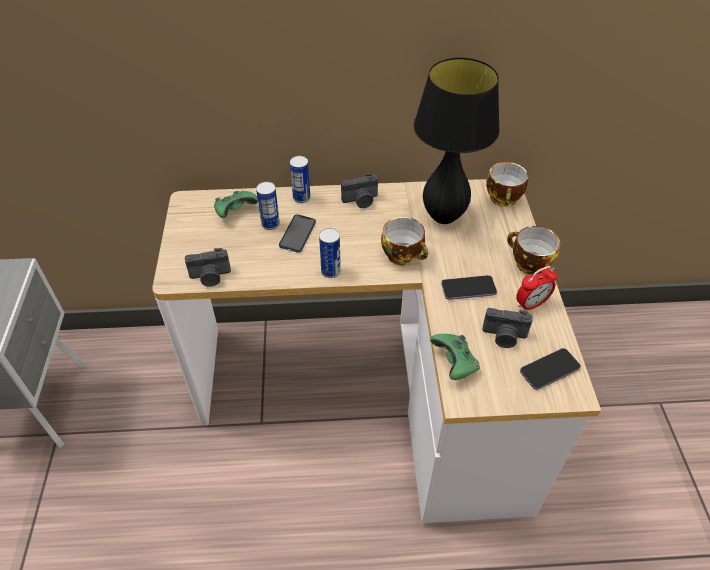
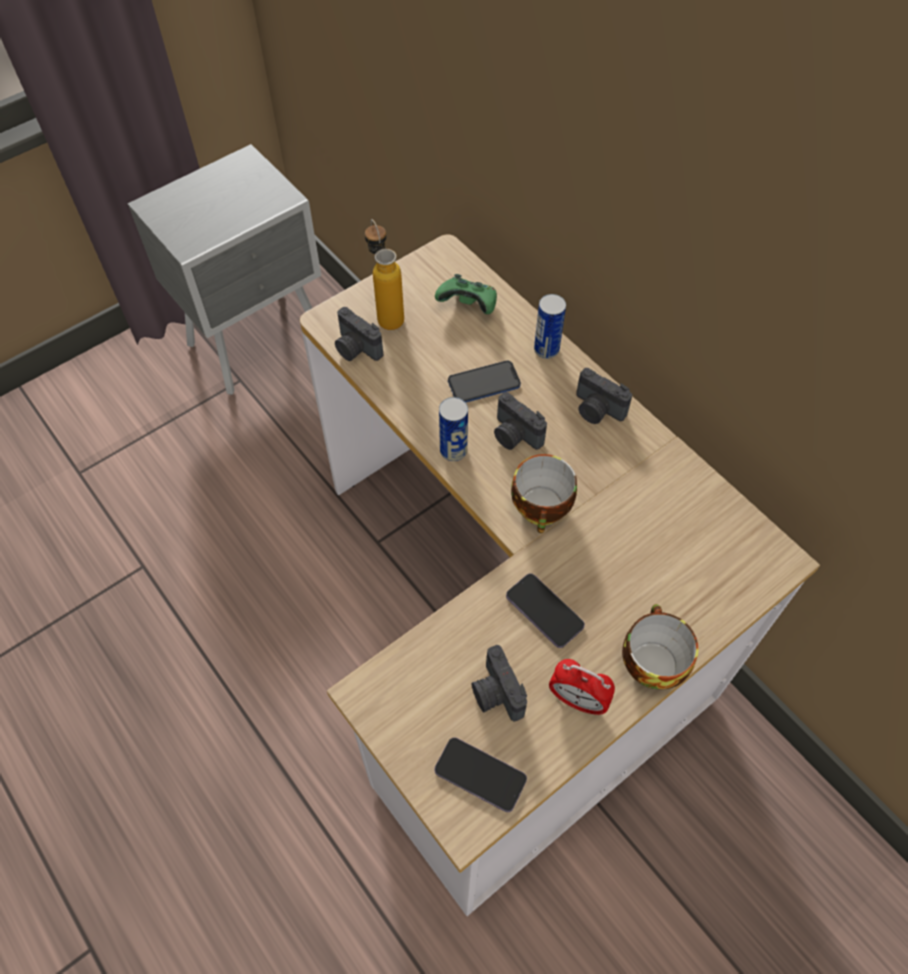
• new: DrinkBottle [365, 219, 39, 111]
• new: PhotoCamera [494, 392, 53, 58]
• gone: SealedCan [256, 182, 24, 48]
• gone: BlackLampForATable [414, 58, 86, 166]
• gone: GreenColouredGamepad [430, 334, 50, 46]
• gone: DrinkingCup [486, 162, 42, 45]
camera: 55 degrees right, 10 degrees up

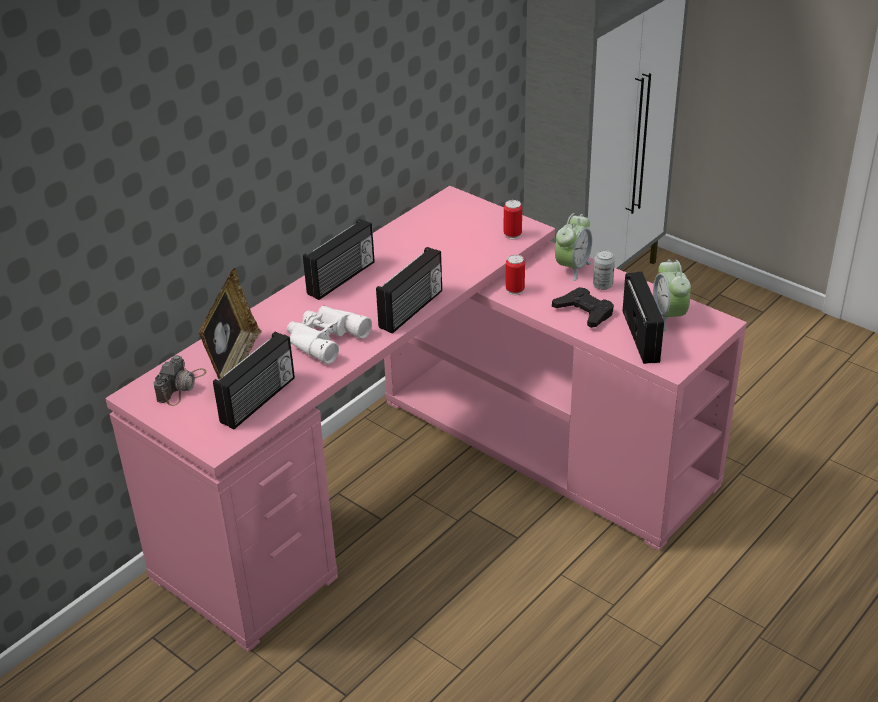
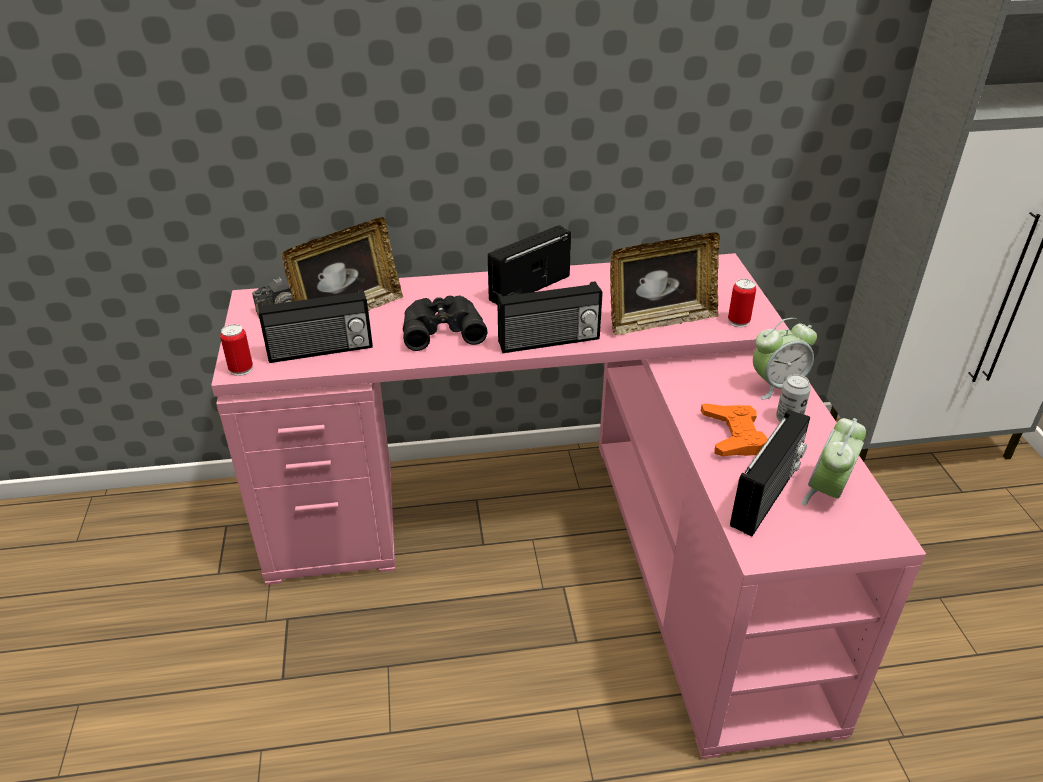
• shifted: SealedCan [506, 255, 19, 40] to [220, 324, 33, 52]
• repainted: WhiteColouredBinoculars [287, 306, 85, 58] to BlackBinoculars [403, 296, 84, 55]
• rotated: RadioSet [303, 219, 71, 81] = [488, 225, 83, 79] 150 degrees clockwise
• new: PictureFrame [610, 232, 110, 103]
• repainted: BlackGamepad [552, 287, 62, 41] to OrangeGamepad [701, 404, 67, 52]
camera: 40 degrees right, 0 degrees up

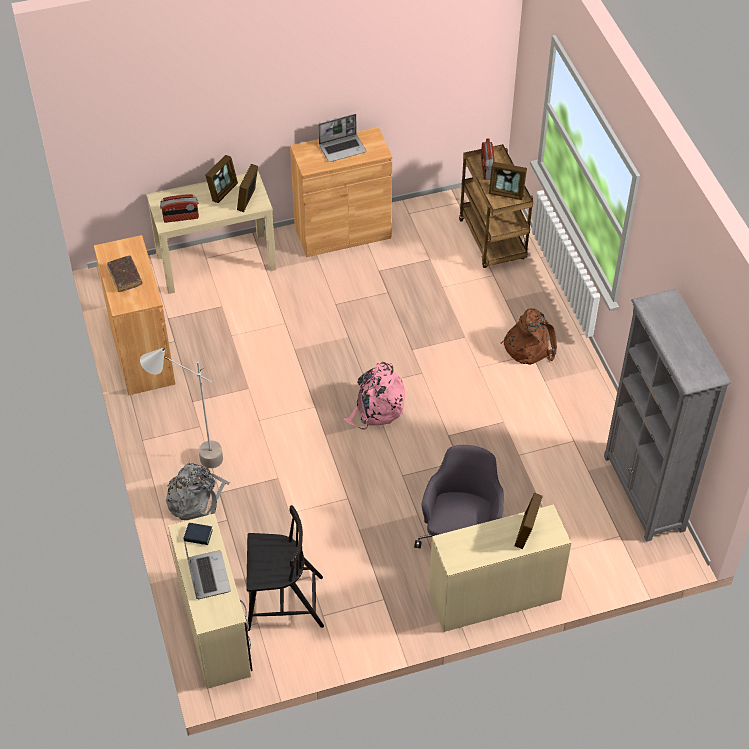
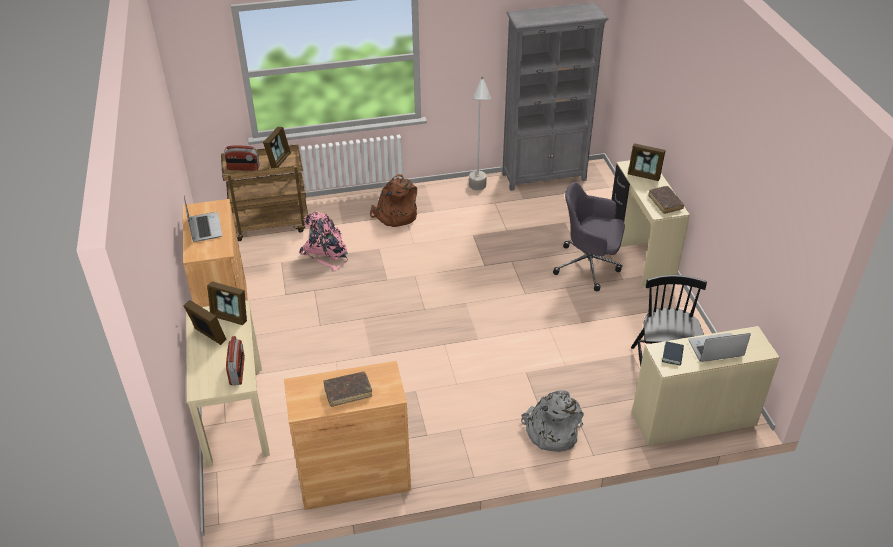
• shifted: PinkishBackpack [343, 362, 62, 68] to [299, 211, 49, 60]
• shifted: GreyishStandardLamp [140, 347, 83, 121] to [469, 76, 22, 114]
• new: BrownColouredVolume [648, 186, 36, 28]
camera: 85 degrees left, 10 degrees down

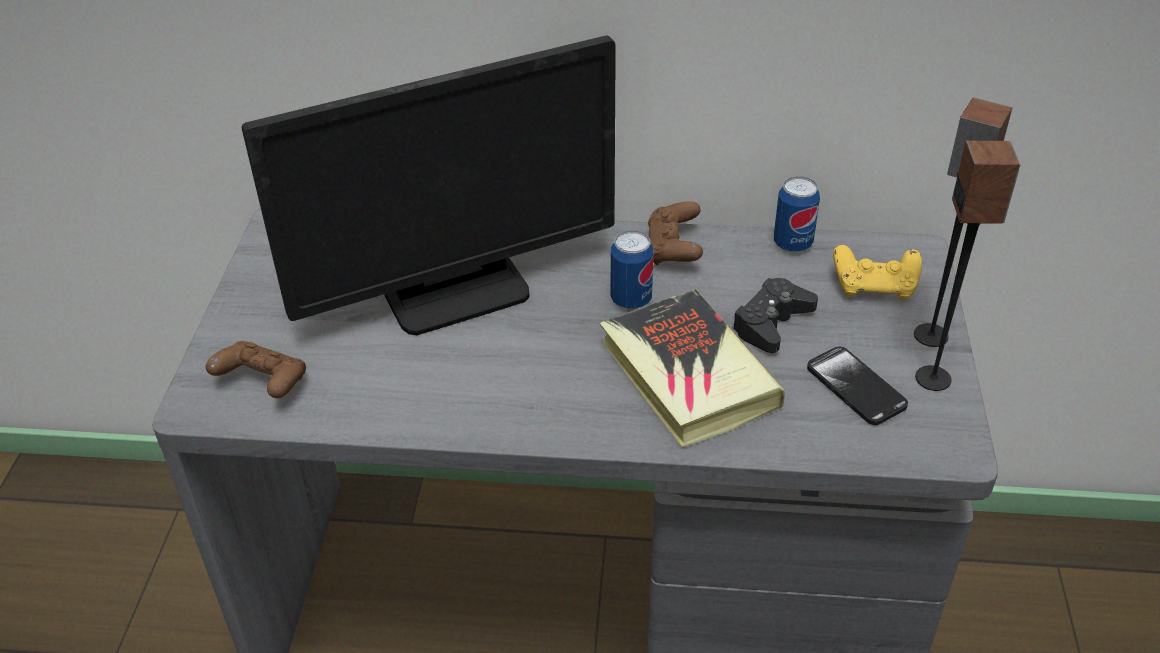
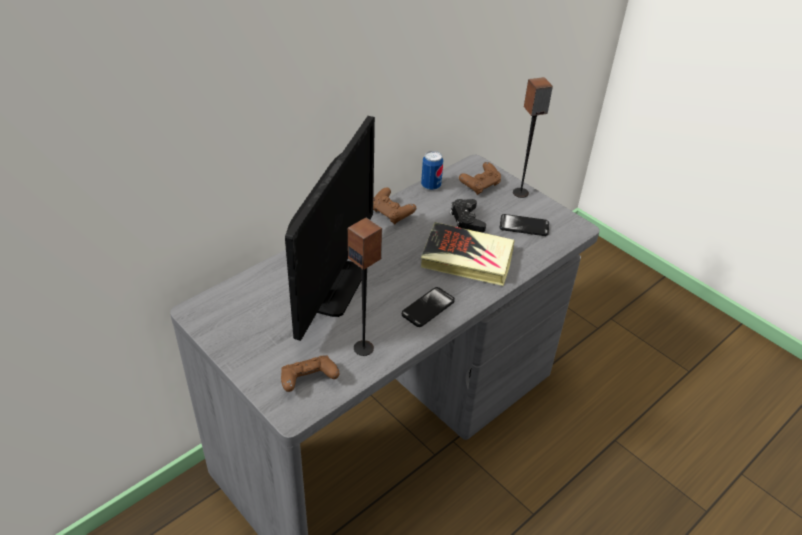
• shifted: Speaker [915, 141, 106, 250] to [348, 218, 34, 138]
• new: Handset [402, 287, 53, 40]
• repainted: YellowishGamepad [833, 245, 89, 55] to BrownColouredGamepad [459, 162, 42, 33]
• gone: SealedCan [611, 230, 43, 79]
camera: 50 degrees left, 0 degrees up

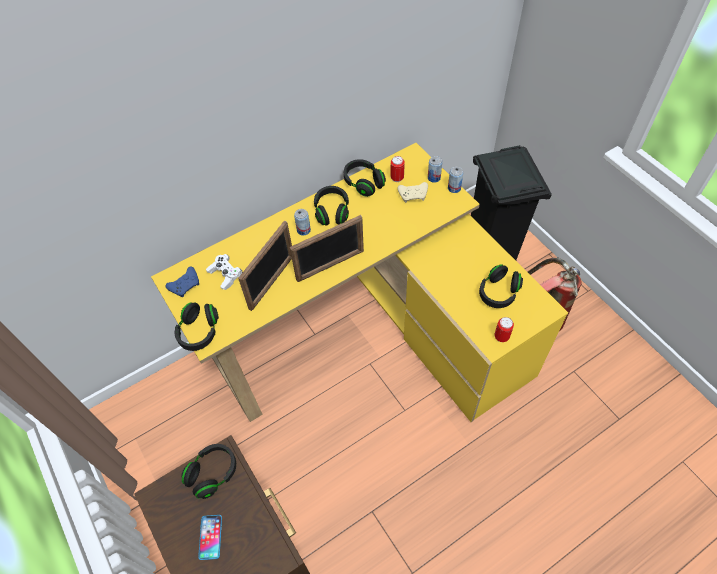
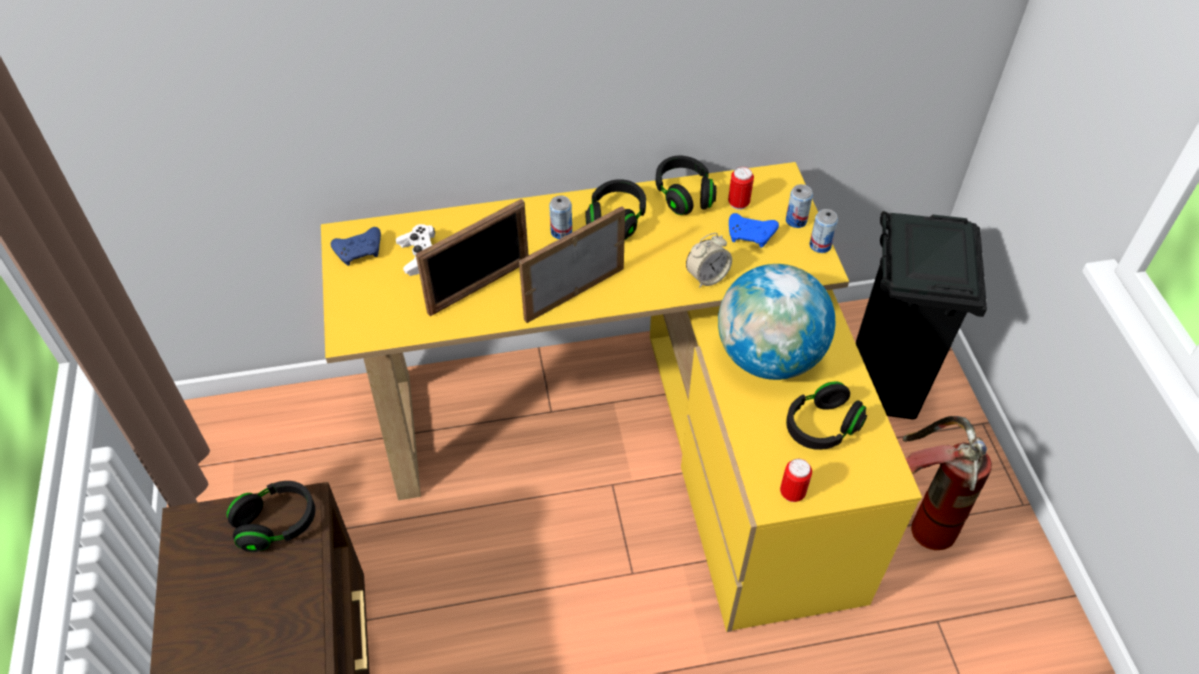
• rotated: PictureFrame [290, 215, 74, 67] = [519, 206, 106, 117] 150 degrees clockwise
• new: AlarmClock [686, 233, 46, 55]
• new: WorldGlobe [718, 264, 117, 116]
• repainted: BeigeGamepad [398, 182, 30, 21] to BluishGamepad [729, 213, 50, 35]
• gone: BlackHeadset [175, 302, 44, 49]
• gone: Handset [198, 515, 24, 45]
camera: 20 degrees right, 5 degrees down

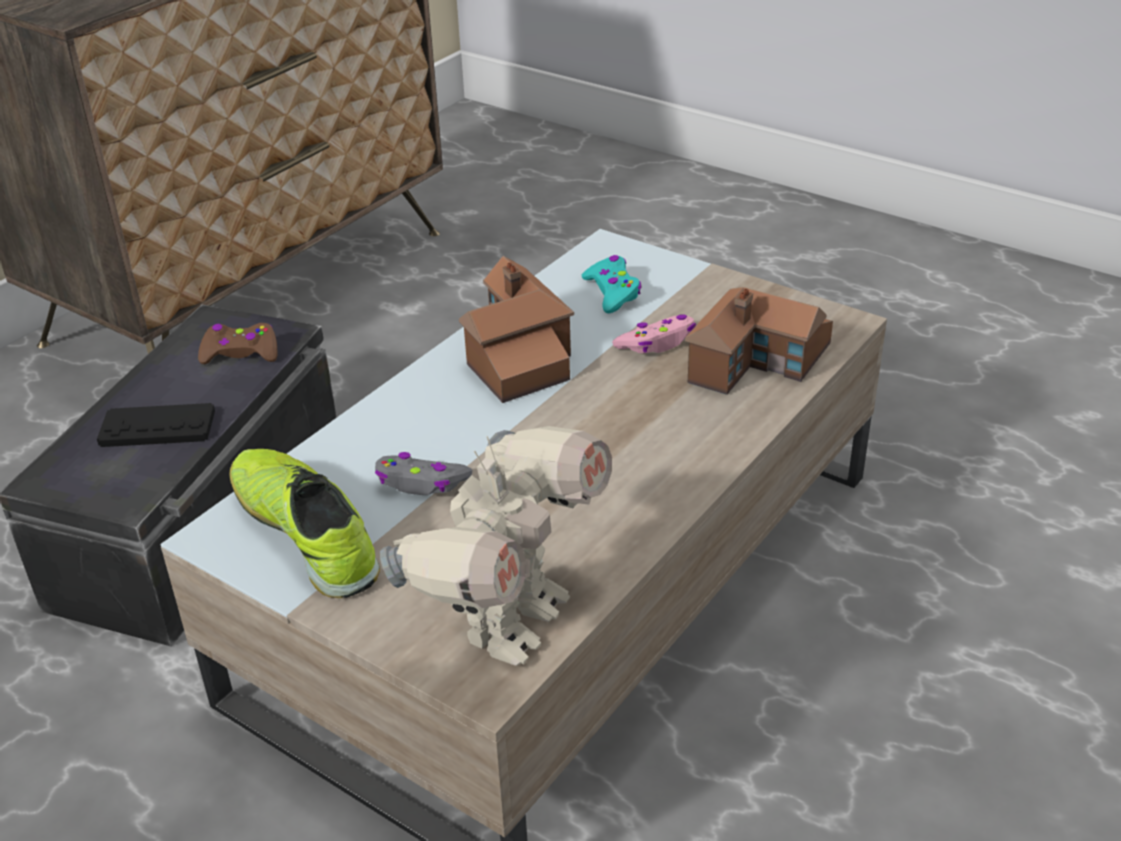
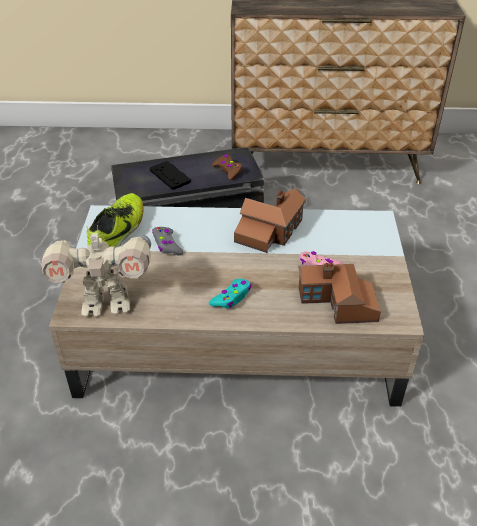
• shifted: TurquoiseColouredGamepad [582, 255, 59, 58] to [209, 279, 42, 29]
camera: 55 degrees right, 5 degrees up

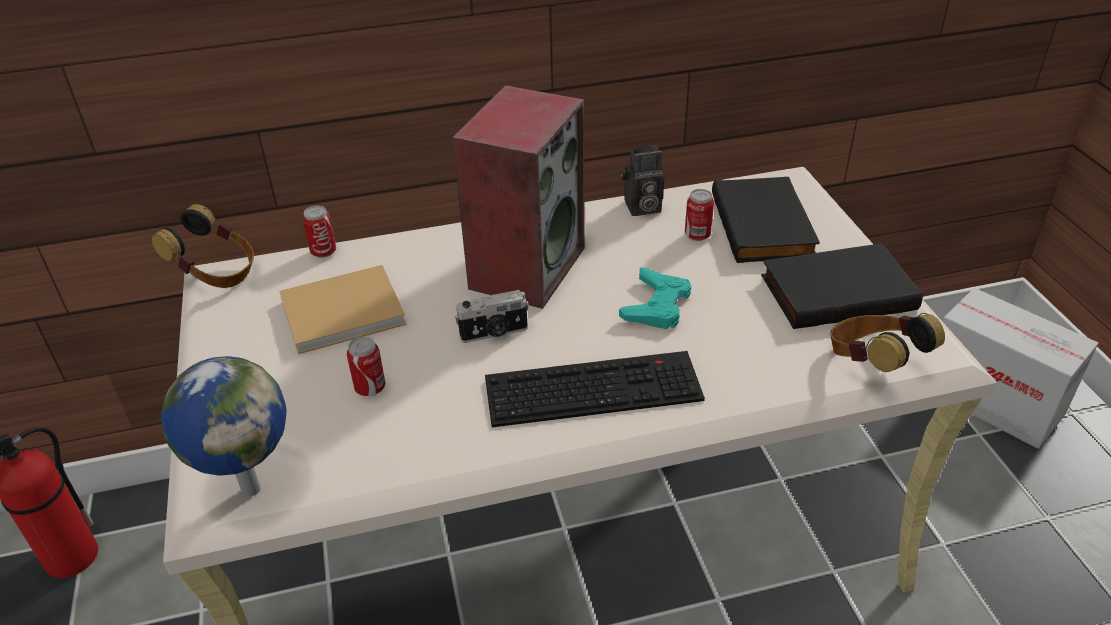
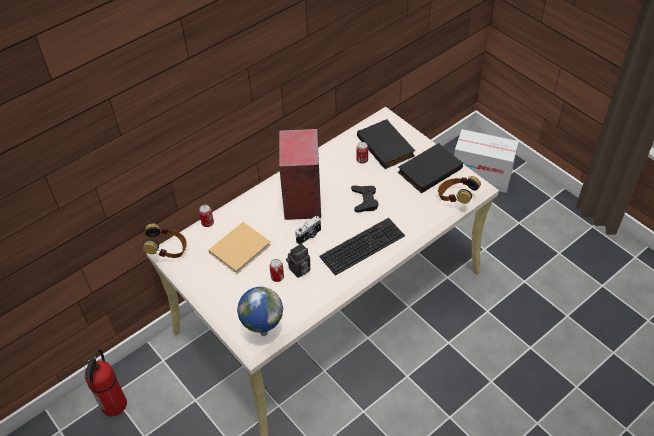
• shifted: PhotoCamera [621, 145, 44, 71] to [286, 243, 25, 35]
• repainted: TurquoiseColouredGamepad [619, 267, 72, 62] to BlackGamepad [351, 185, 28, 28]
camera: 25 degrees left, 10 degrees up

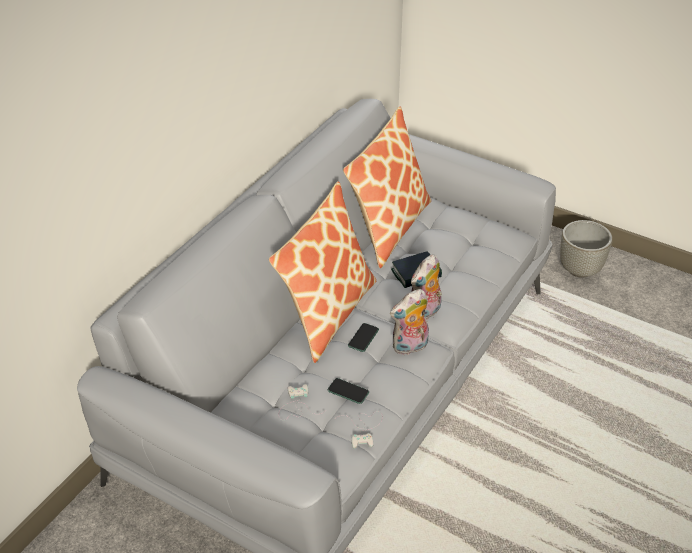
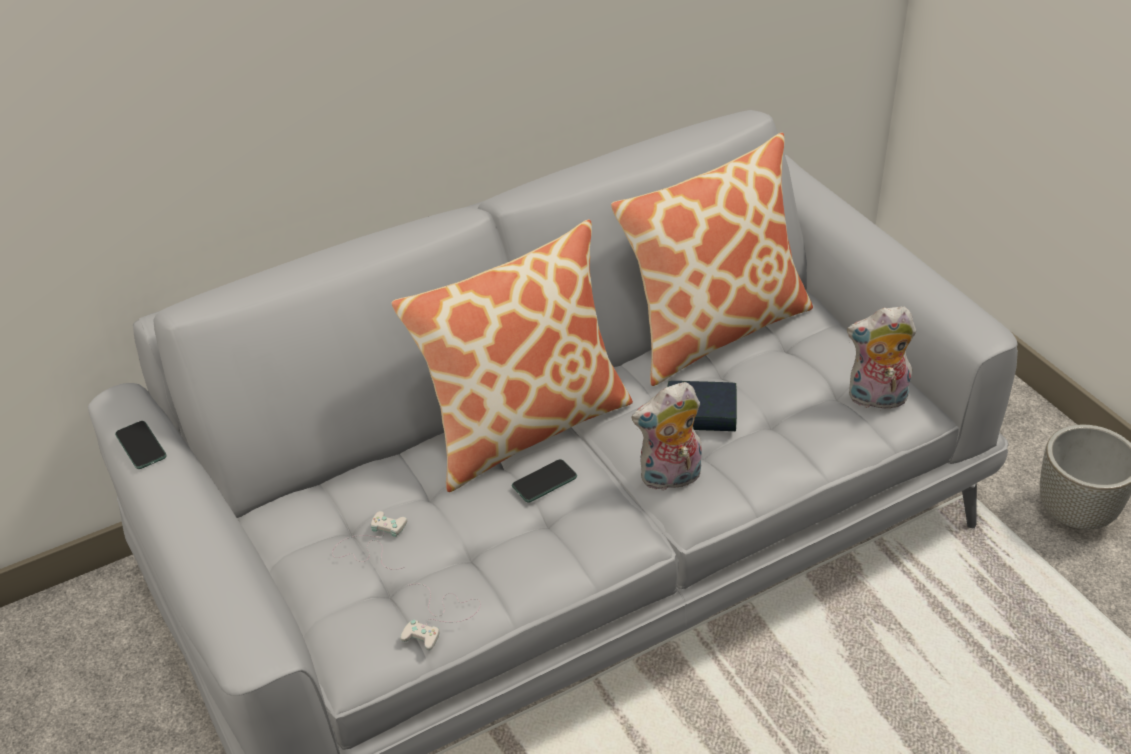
• shifted: Handset [328, 378, 41, 26] to [115, 421, 52, 48]
• shifted: CuddlyToy [390, 289, 39, 66] to [847, 306, 69, 103]
camera: 30 degrees right, 0 degrees up

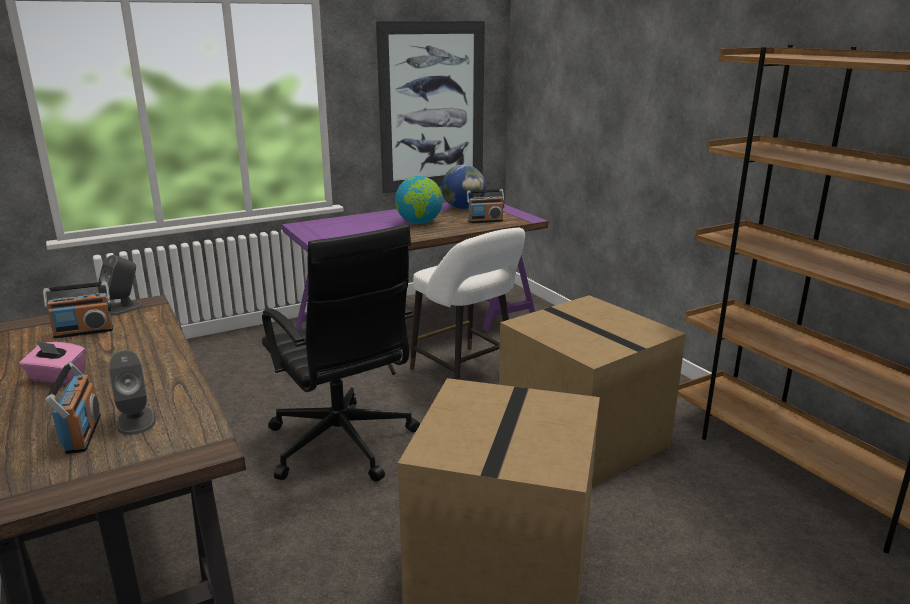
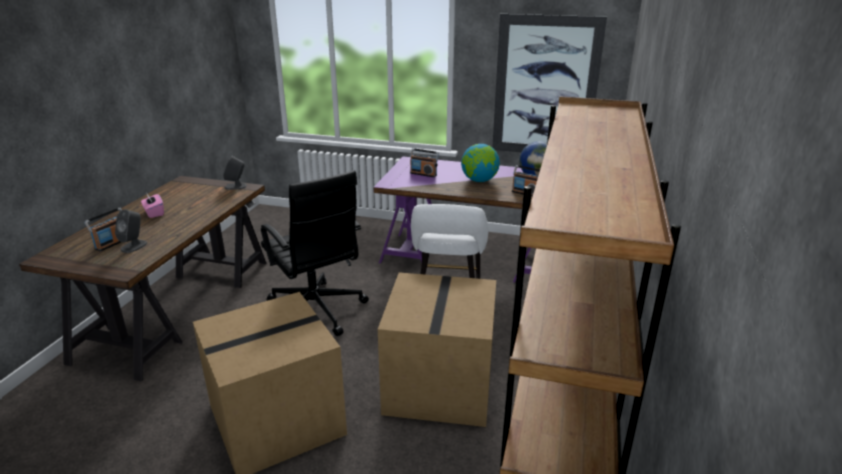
• rotated: BlackComputerChair [262, 224, 158, 258] = [261, 171, 108, 165] 45 degrees counterclockwise
• shifted: RadioSet [43, 282, 71, 56] to [410, 148, 29, 29]
camera: 45 degrees right, 5 degrees up

